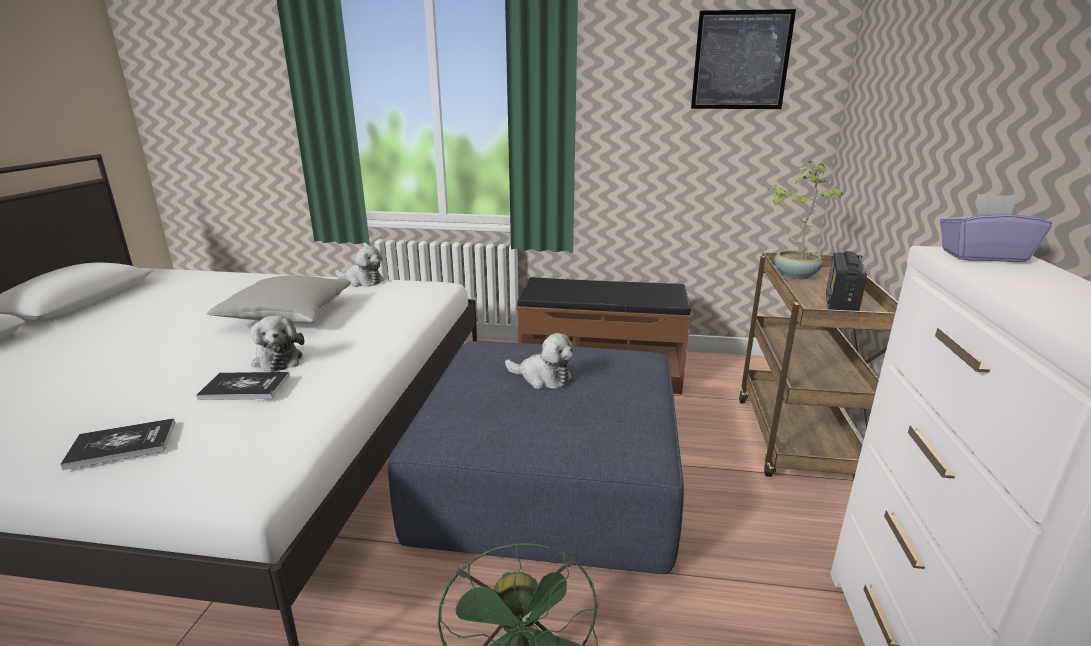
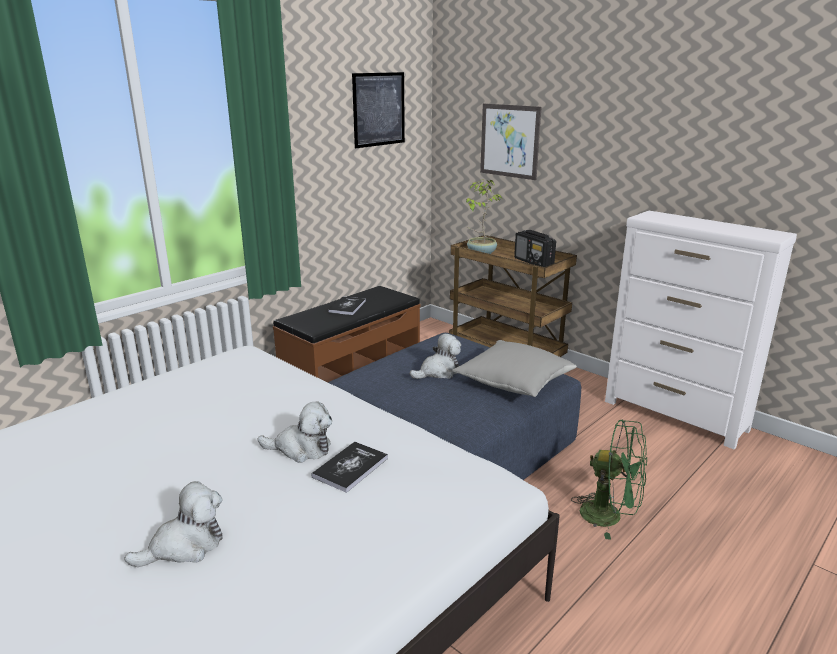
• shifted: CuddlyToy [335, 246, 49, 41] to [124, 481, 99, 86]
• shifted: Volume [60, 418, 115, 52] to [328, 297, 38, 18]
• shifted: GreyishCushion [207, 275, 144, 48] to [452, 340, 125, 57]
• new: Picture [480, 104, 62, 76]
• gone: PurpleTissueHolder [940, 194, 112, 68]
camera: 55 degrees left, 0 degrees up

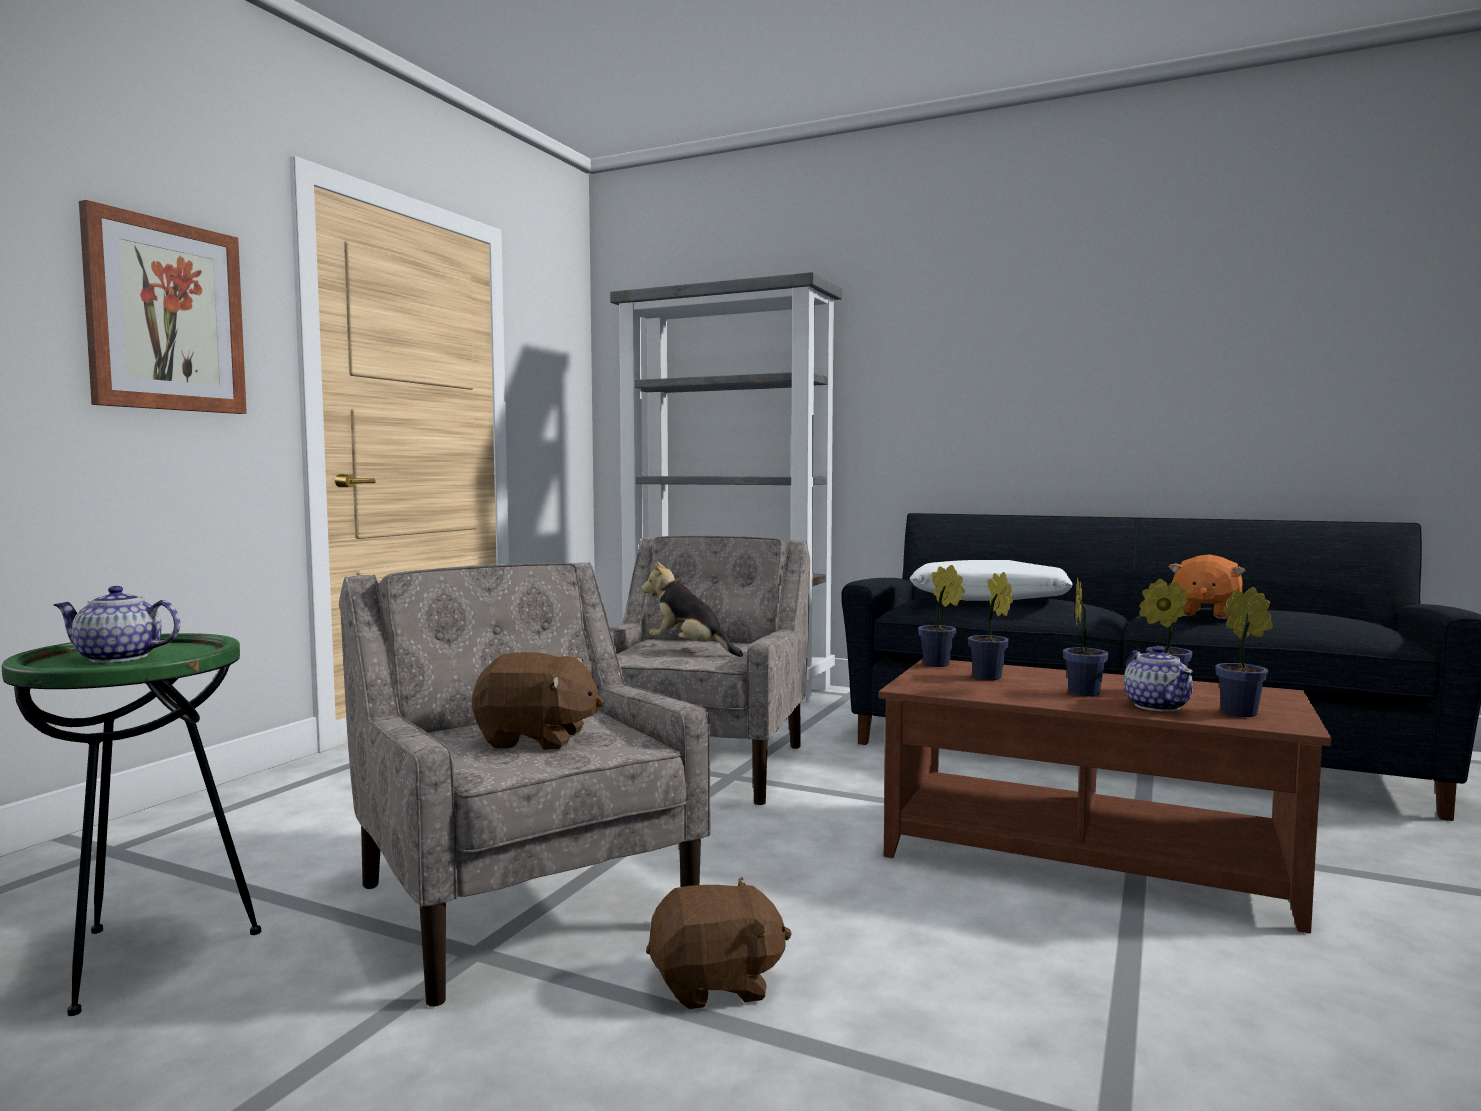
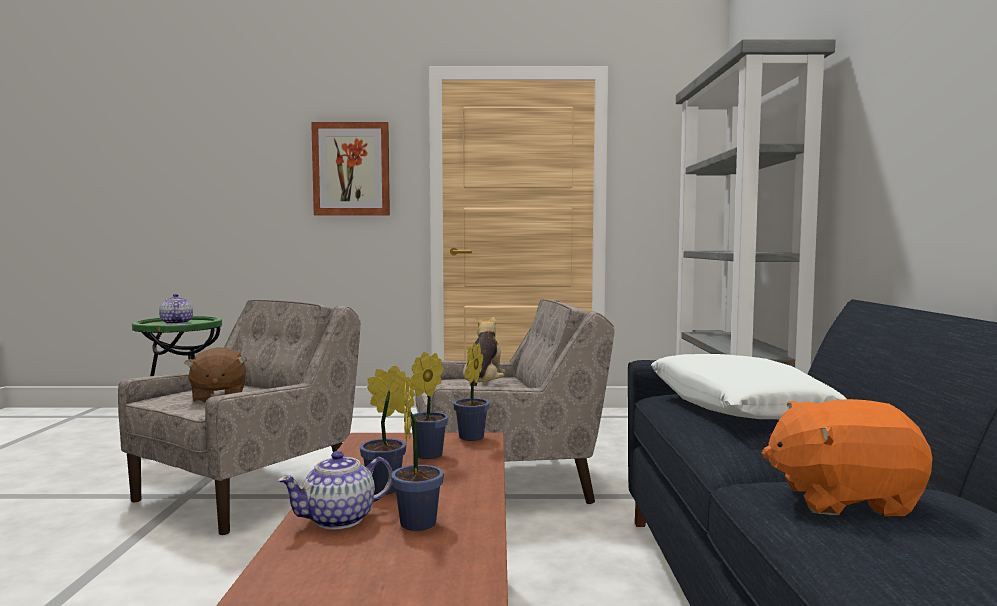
• gone: BrownColouredCuddlyToy [646, 877, 146, 132]
• gone: PlantInAPot [1215, 587, 58, 130]
camera: 65 degrees right, 0 degrees up

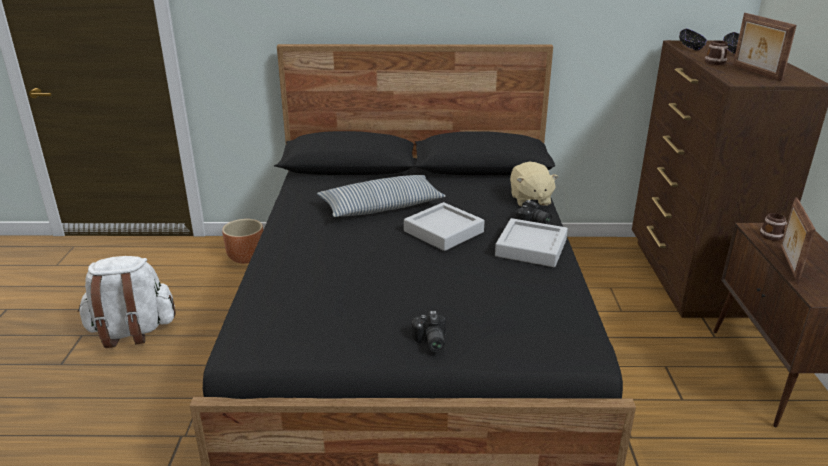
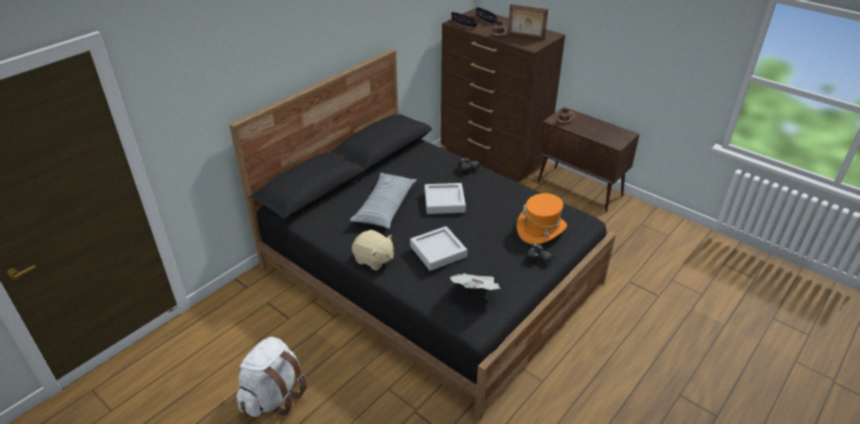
• shifted: BeigeCuddlyToy [510, 162, 48, 45] to [352, 230, 42, 41]
• shifted: GreyishTray [495, 218, 73, 49] to [410, 226, 57, 45]
• new: PrintedPaper [450, 273, 51, 17]
• new: OrangeClothingHat [517, 193, 50, 51]
• gone: BrownColouredFlowerPot [222, 219, 41, 44]
• gone: PictureFrame [781, 197, 35, 87]
camera: 50 degrees left, 10 degrees up

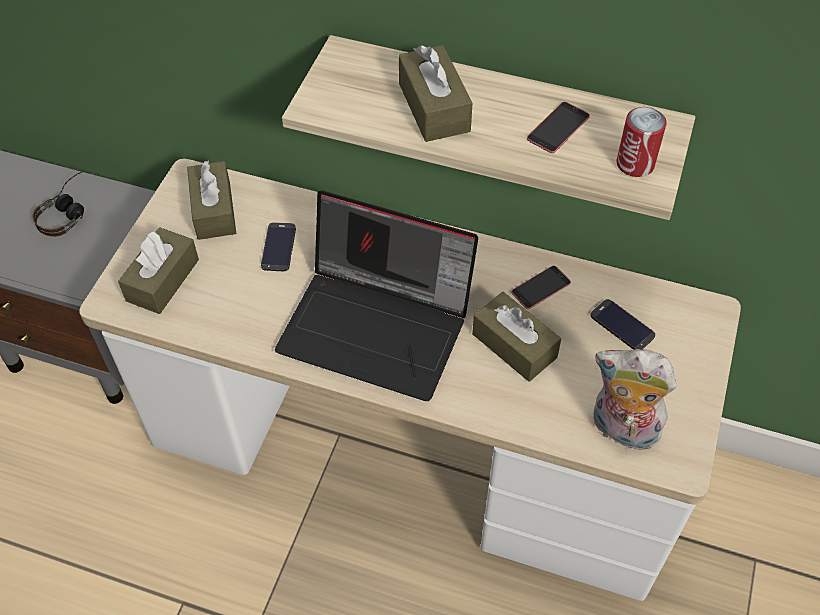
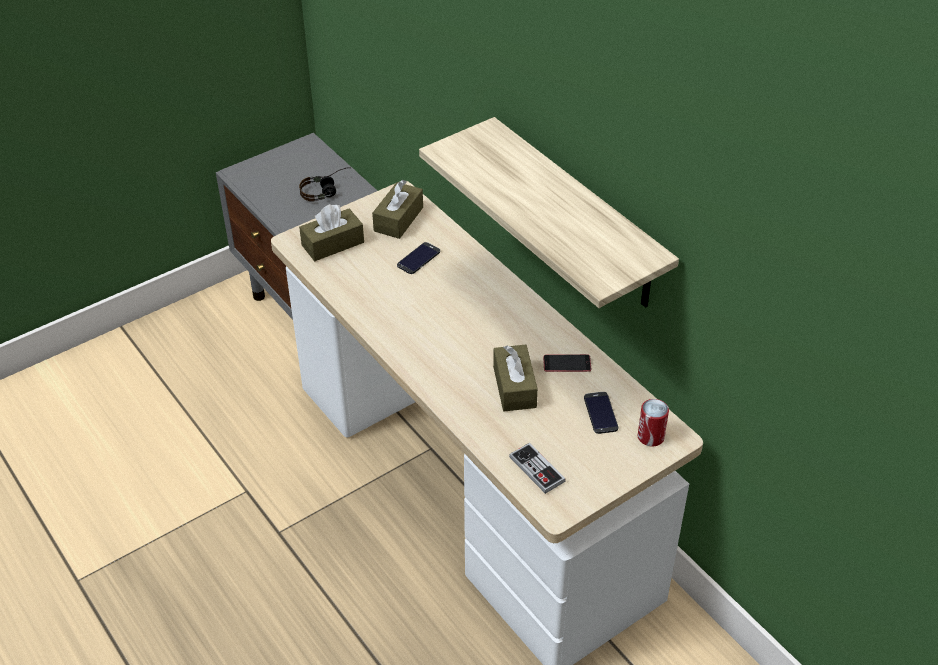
• swapped: CuddlyToy [593, 349, 84, 104] to Gamepad [509, 443, 57, 51]
• shifted: SealedCan [616, 107, 51, 70] to [638, 399, 31, 47]
• gone: NotebookComputer [275, 191, 203, 210]
• gone: BrownColouredTissueHolder [399, 45, 74, 97]
• gone: Handset [527, 102, 63, 51]
camera: 35 degrees right, 10 degrees down

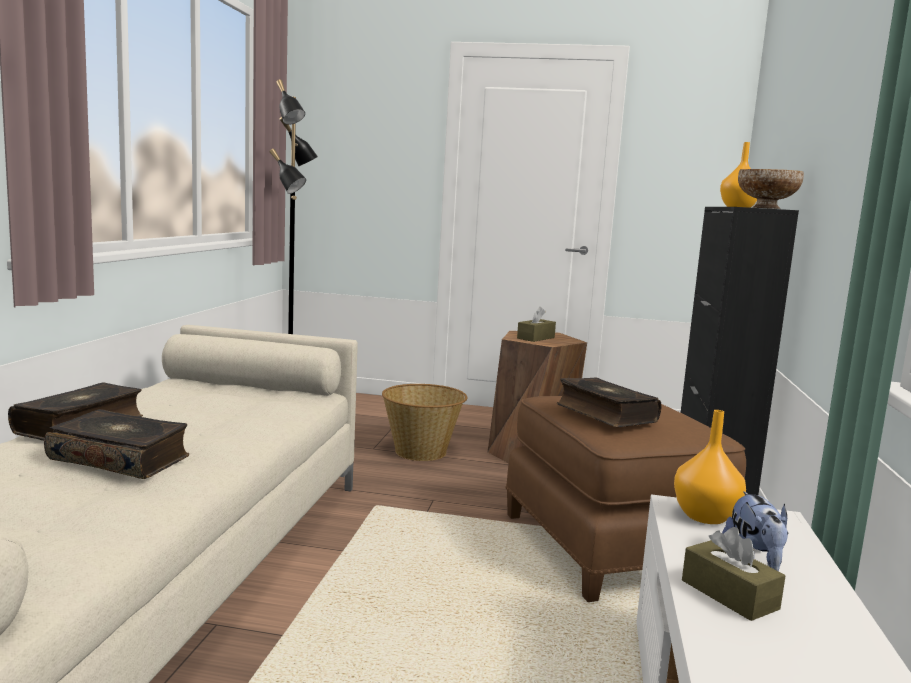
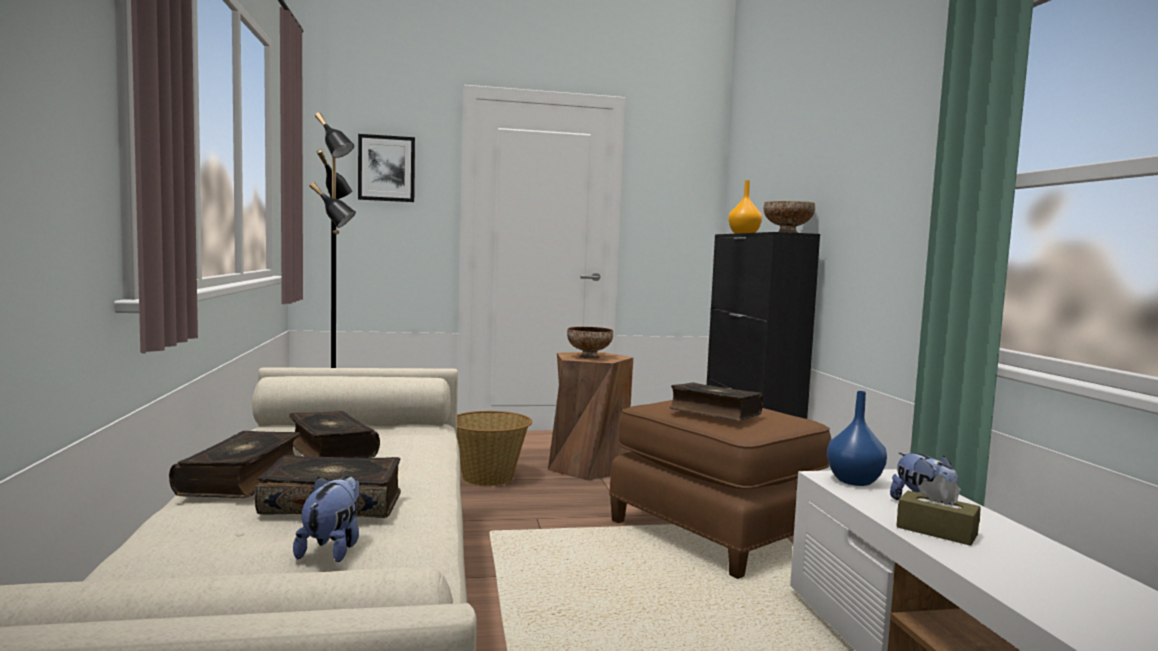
• new: Volume [289, 411, 91, 47]
• new: CuddlyToy [293, 476, 66, 86]
• new: Picture [358, 134, 57, 68]
• swapped: BrownColouredTissueHolder [517, 307, 39, 35] to Bowl [567, 326, 46, 33]
• repainted: OrangeDecorativeVase [674, 410, 72, 114] to BluishDecorativeVase [827, 391, 60, 95]
camera: 20 degrees left, 5 degrees down

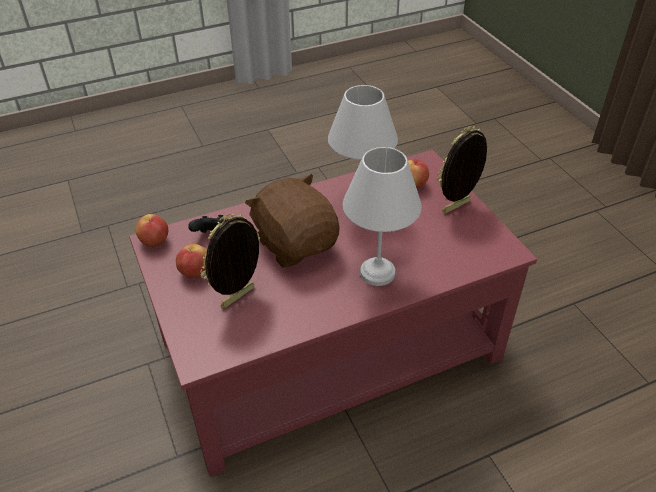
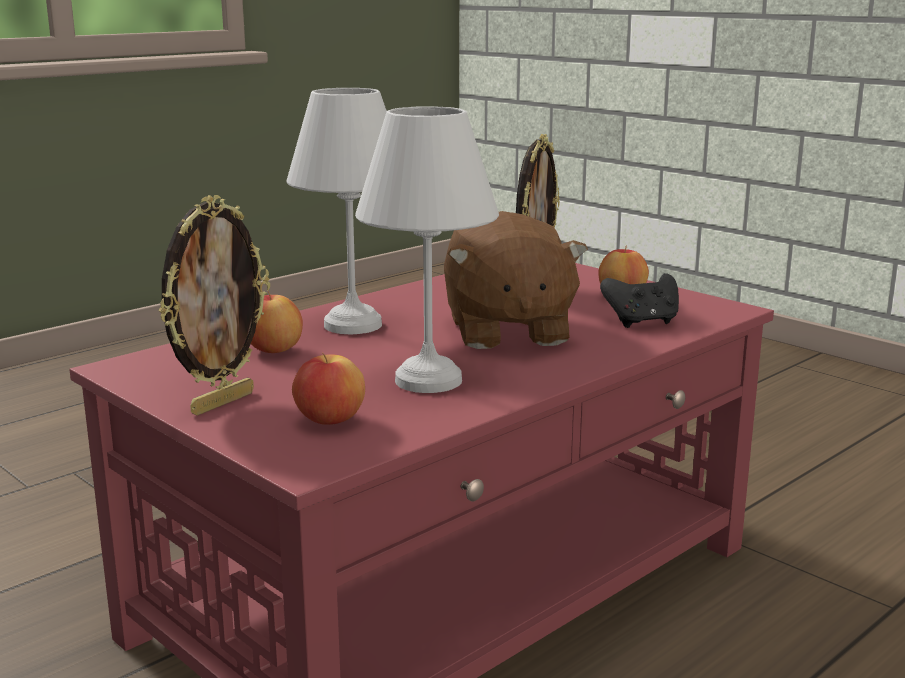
• shifted: WholeApple [135, 214, 33, 33] to [251, 291, 52, 62]
• rotated: BrownColouredCuddlyToy [245, 174, 95, 93] = [444, 211, 144, 138] 45 degrees clockwise
camera: 160 degrees right, 25 degrees down

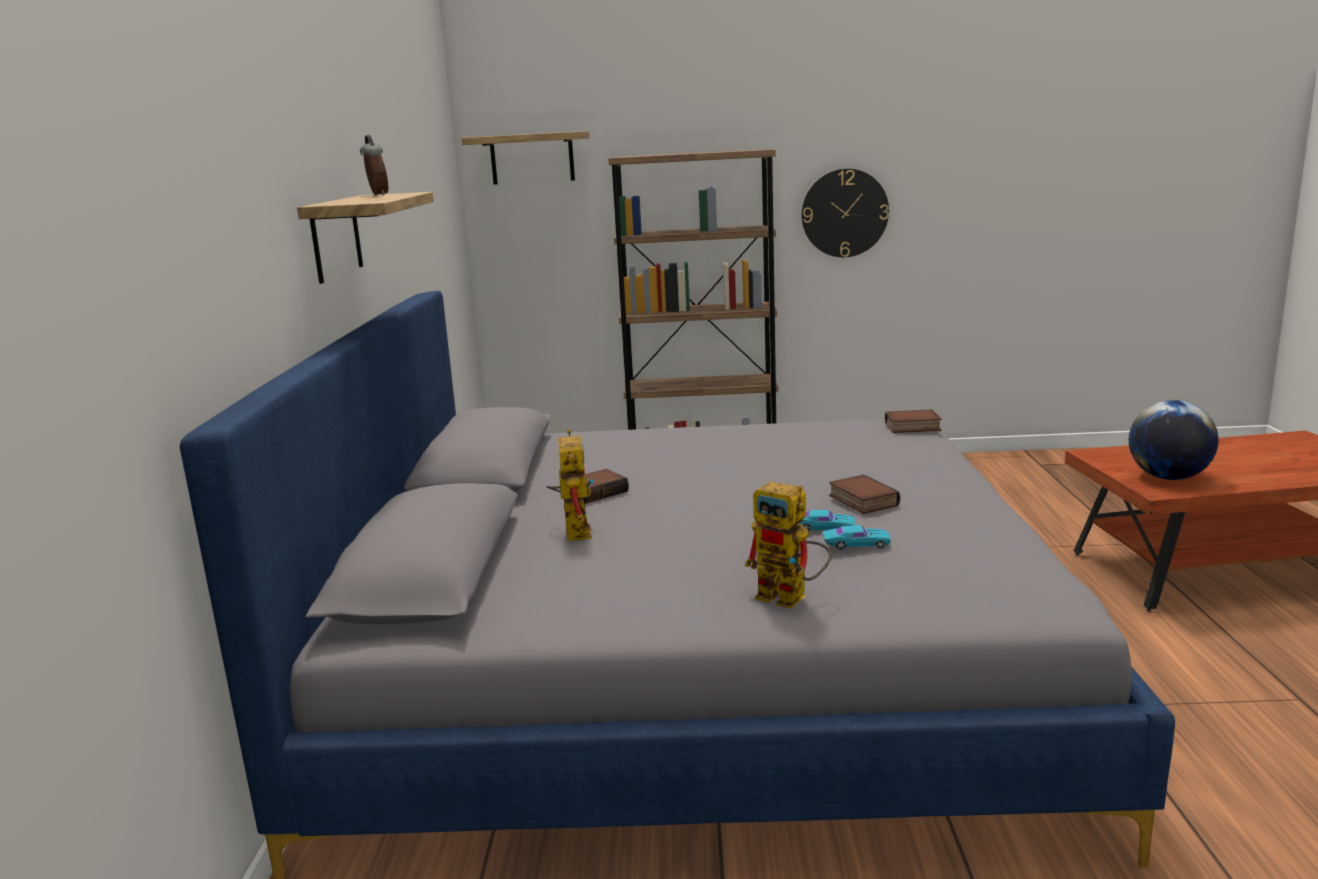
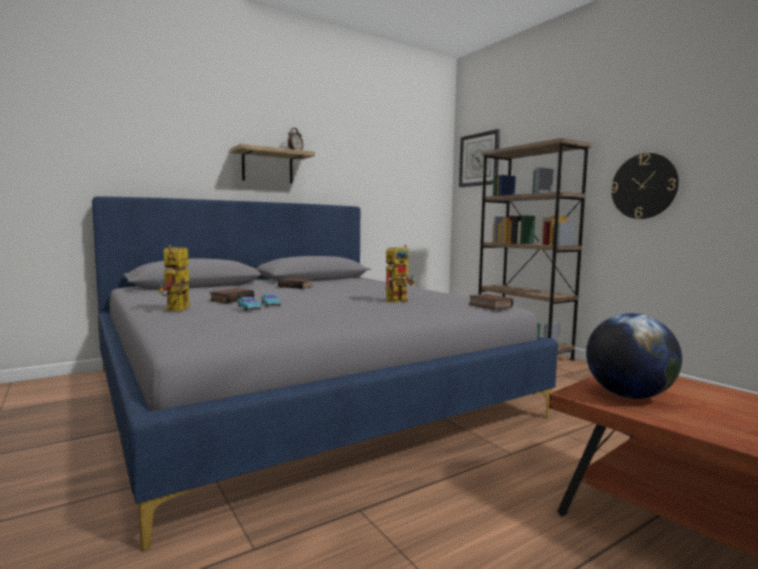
• shifted: Volume [829, 475, 71, 39] to [209, 288, 45, 15]
• shifted: ToyRobot [546, 429, 48, 112] to [385, 245, 30, 58]
• swapped: WallShelf [462, 131, 127, 54] to HangingClock [459, 129, 41, 58]
camera: 55 degrees right, 10 degrees down

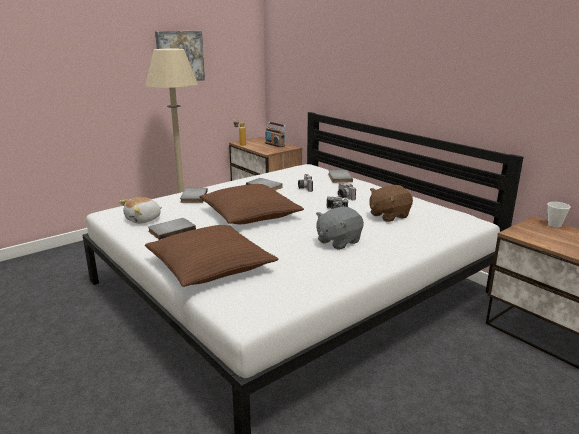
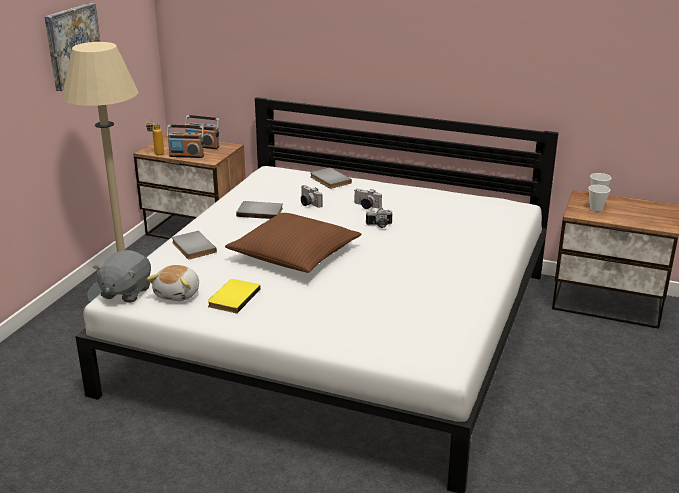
• shifted: GreyishCuddlyToy [316, 207, 48, 43] to [93, 250, 58, 53]
• new: RadioSet [167, 125, 37, 33]
• repainted: GreyishVolume [148, 218, 48, 22] to YellowishVolume [208, 279, 53, 34]
• new: DrinkingCup [589, 185, 21, 26]
• gone: BrownColouredCushion [145, 225, 133, 62]
• gone: BrownColouredCuddlyToy [369, 185, 44, 37]
camera: 30 degrees left, 5 degrees up

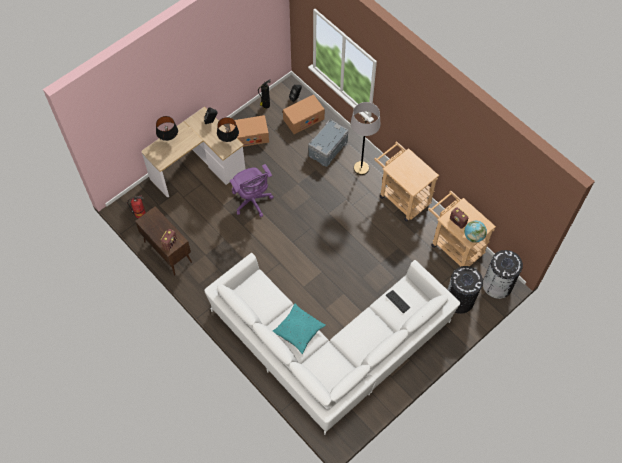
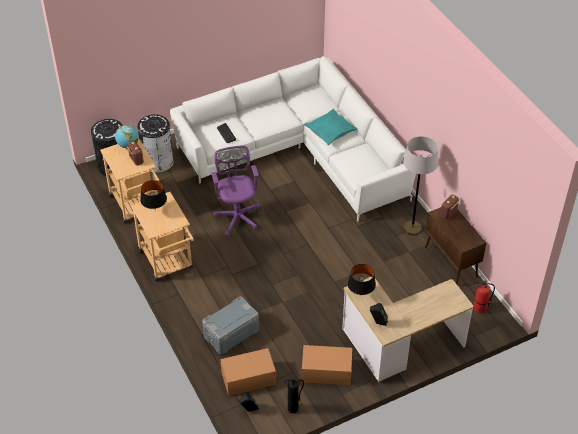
• shifted: BlackLampForATable [156, 116, 22, 25] to [140, 180, 27, 29]
• shifted: PurpleComputerChair [230, 164, 44, 53] to [211, 146, 48, 91]
• shifted: GreyishStandardLamp [351, 102, 30, 73] to [403, 136, 35, 99]
camera: 165 degrees left, 15 degrees down

